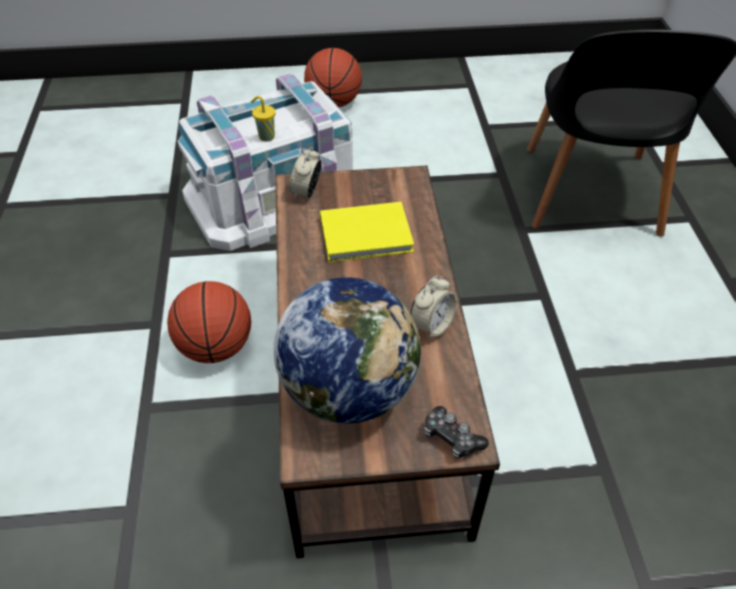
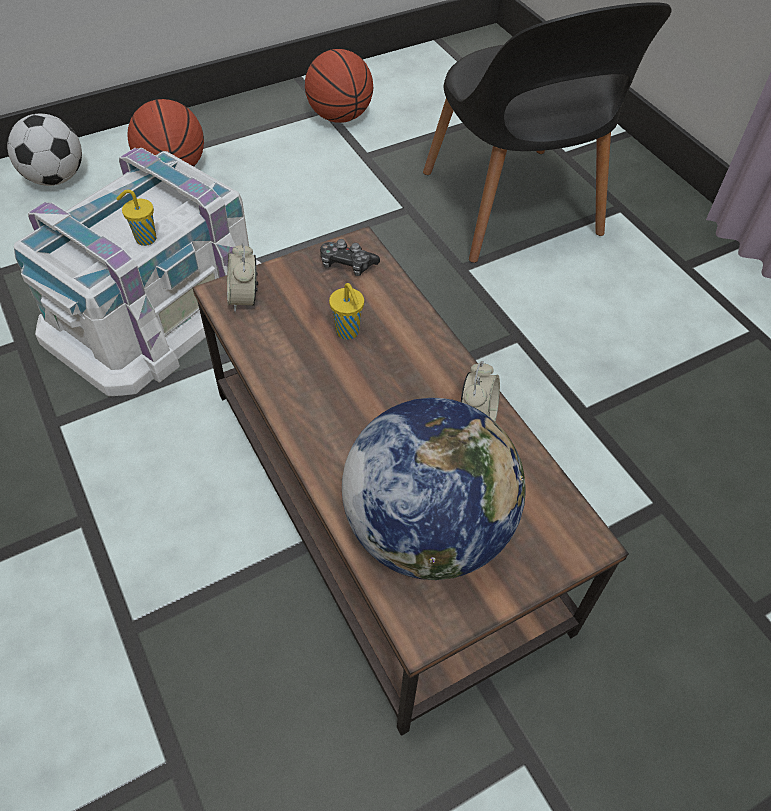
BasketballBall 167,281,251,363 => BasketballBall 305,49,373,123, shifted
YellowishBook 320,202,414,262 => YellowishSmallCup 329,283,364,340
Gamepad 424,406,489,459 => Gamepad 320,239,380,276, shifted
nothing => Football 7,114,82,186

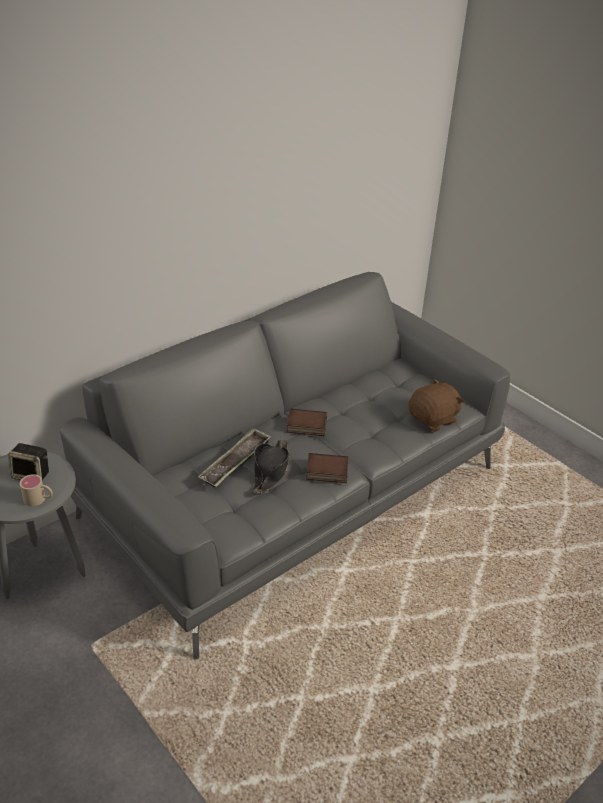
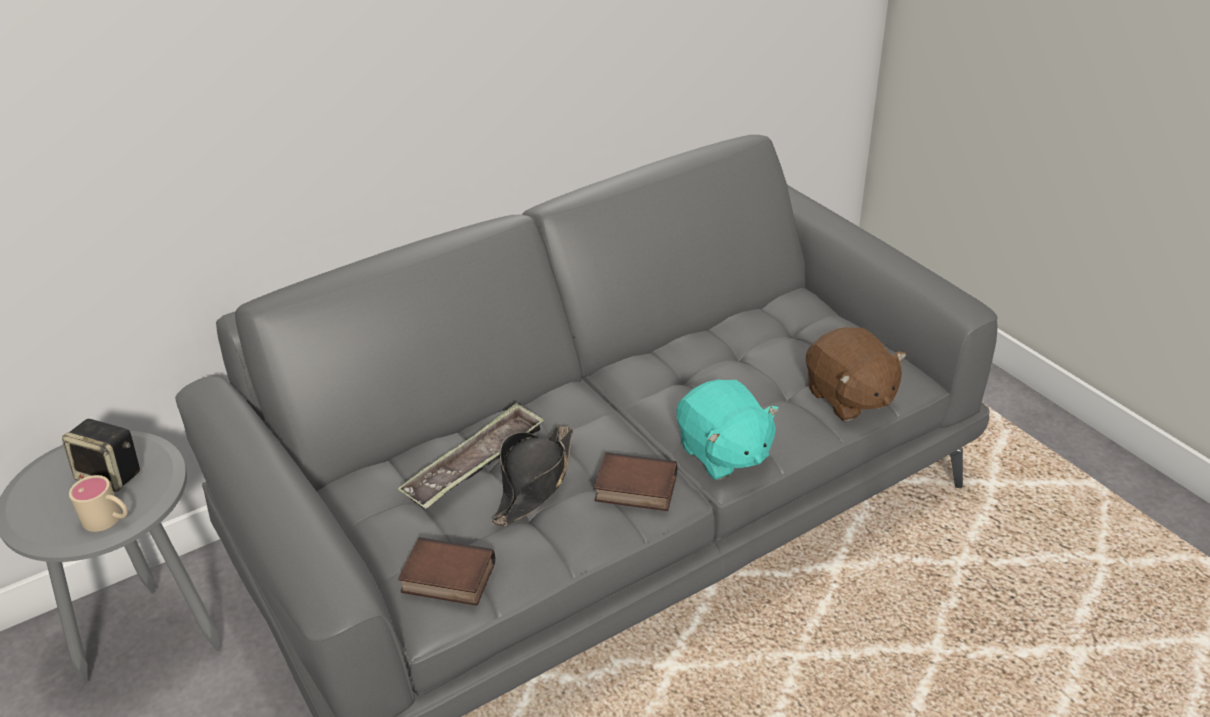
Book 287,409,327,436 => Book 398,537,495,606, shifted
BrownCuddlyToy 408,379,464,432 => BrownCuddlyToy 806,327,907,421, 90 degrees clockwise
nothing => TurquoiseCuddlyToy 676,379,779,480

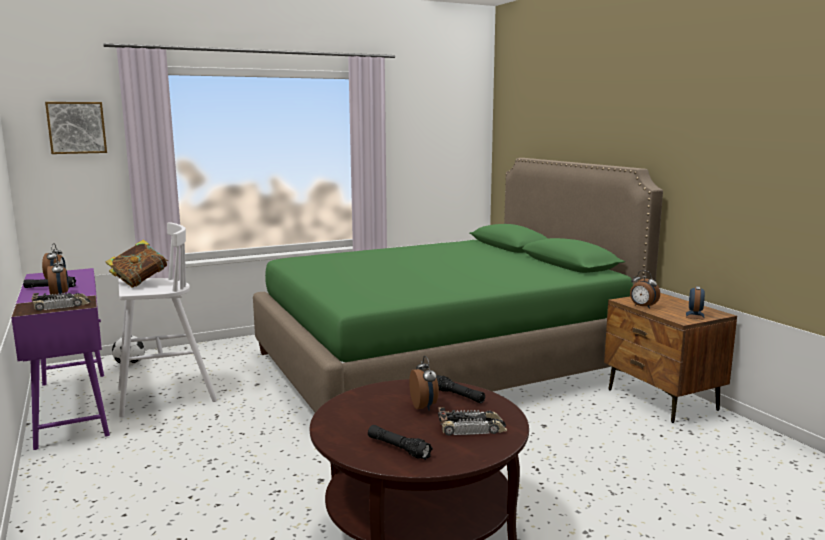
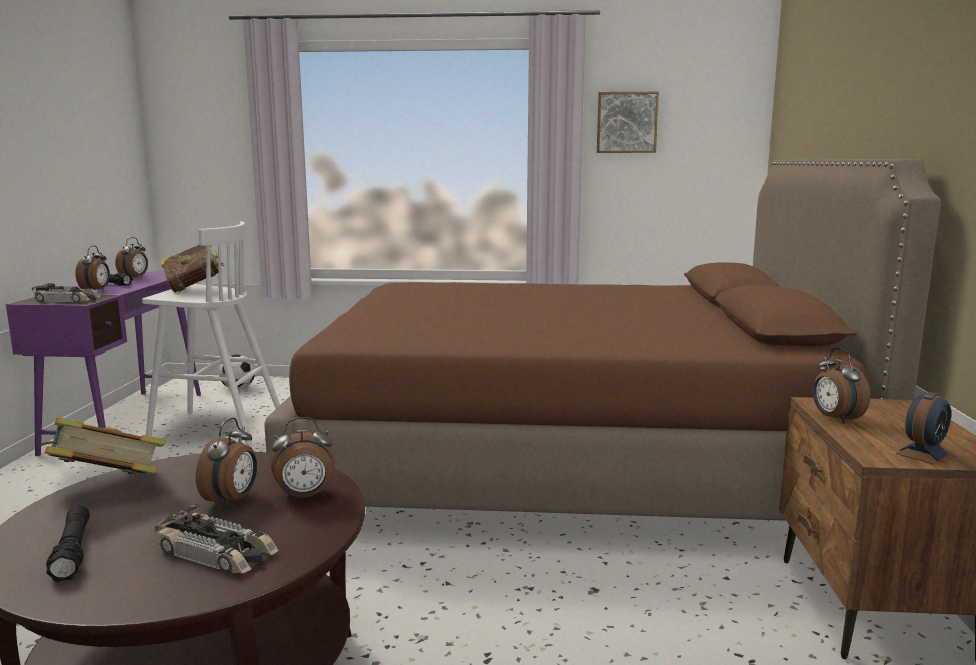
WallPicture 45,102,107,154 => WallPicture 597,92,659,153, shifted
GreenishBedroomBed 253,158,663,412 => BrownBedroomBed 264,159,941,521
BlackFlashlight 437,375,485,403 => AlarmClock 271,417,335,500
nothing => Book 38,417,166,474

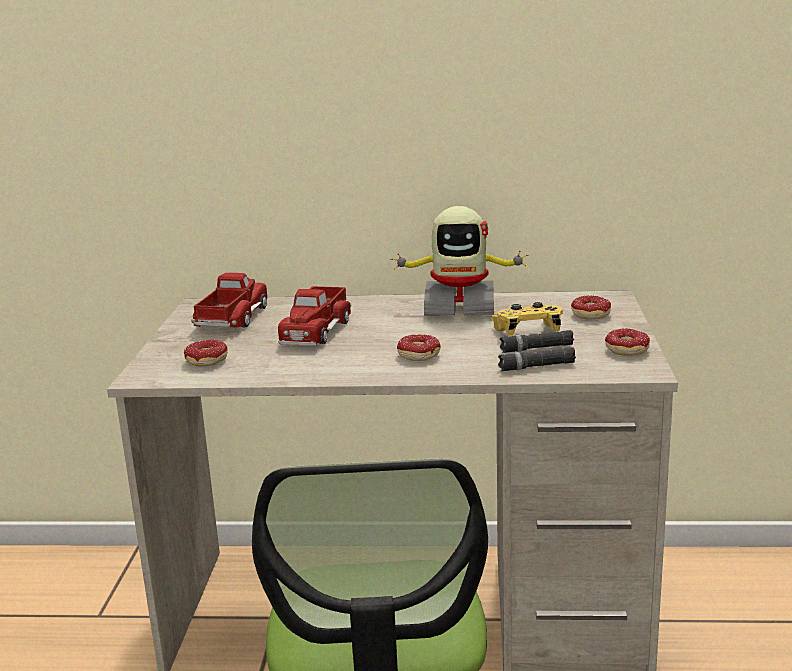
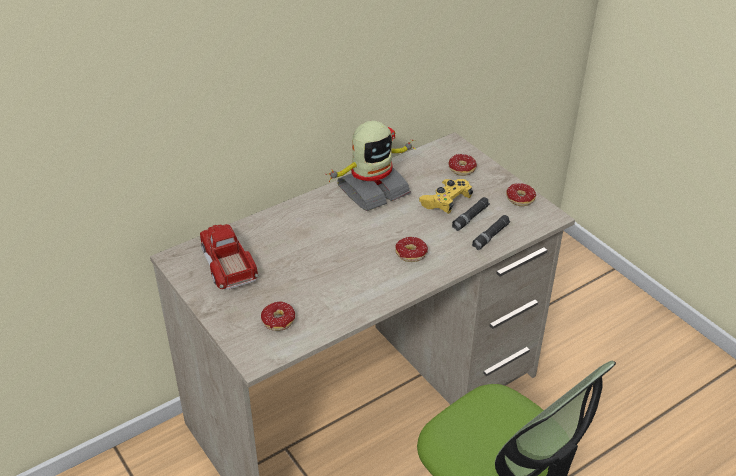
ToyTruck 278,286,352,346 => nothing

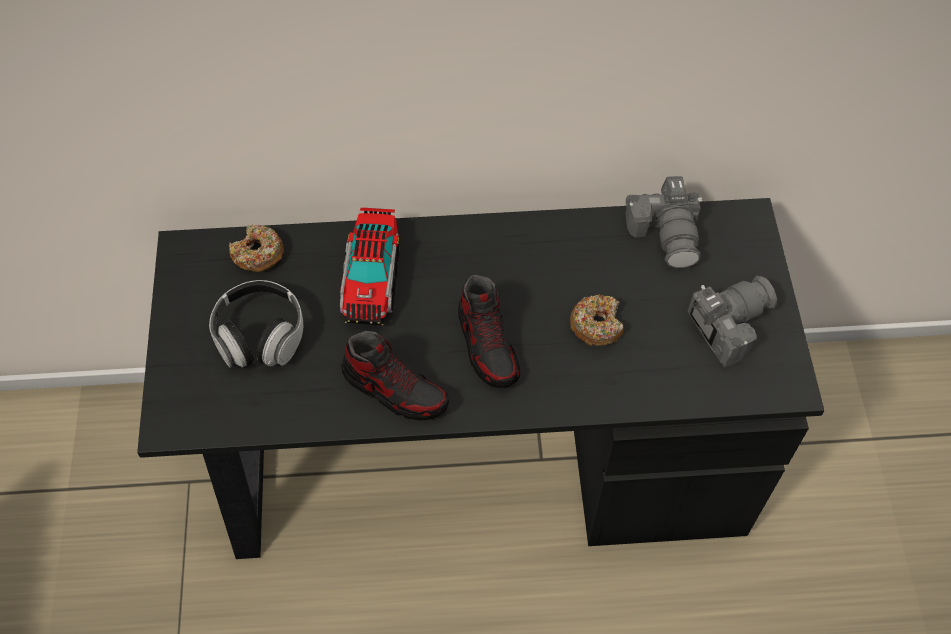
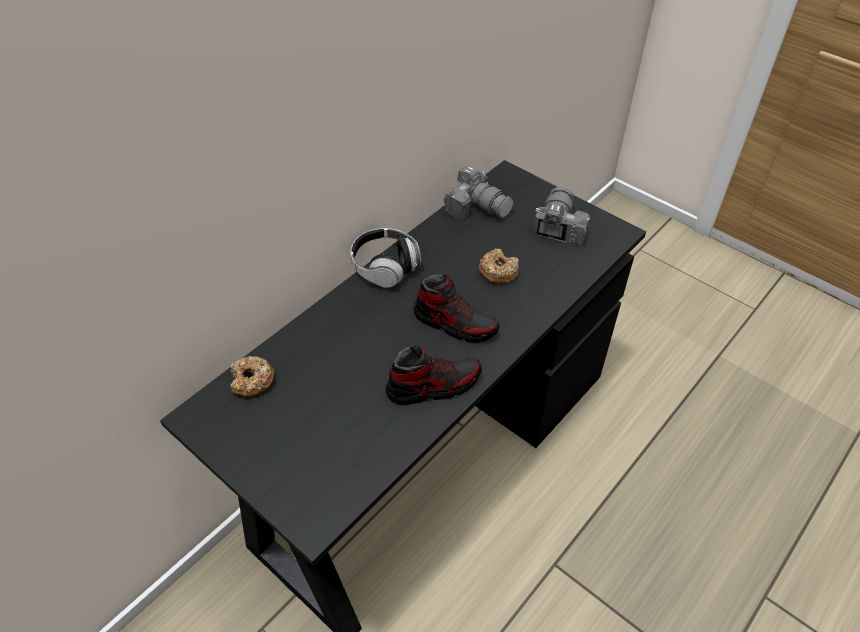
Headset 209,280,303,368 => Headset 351,228,421,288, shifted
ToyTruck 339,207,399,326 => nothing

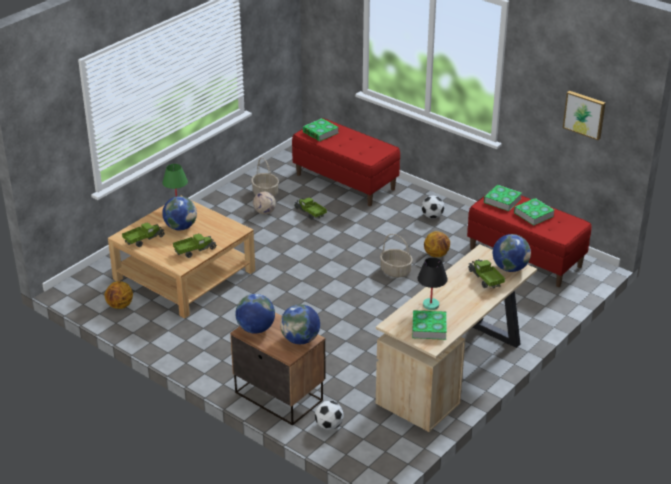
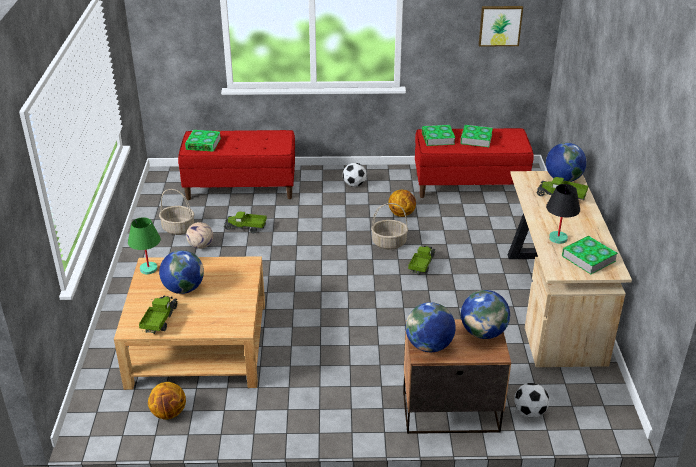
ToyTruck 173,234,216,258 => ToyTruck 408,245,435,274, shifted

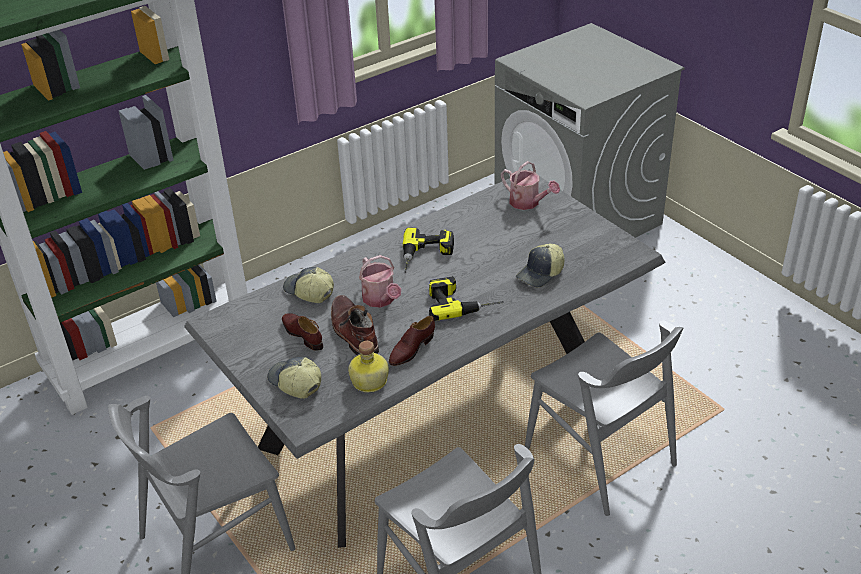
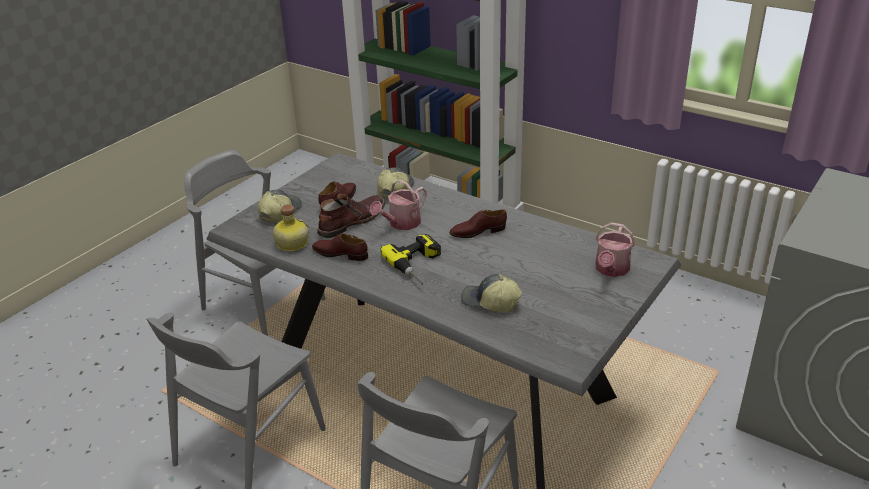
PowerDrill 403,228,454,273 => BrownShoe 449,209,507,238

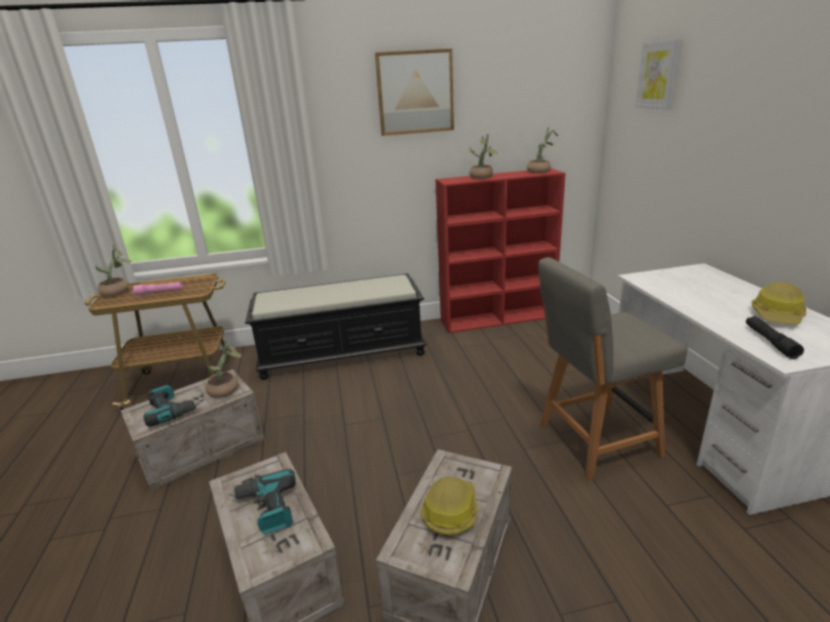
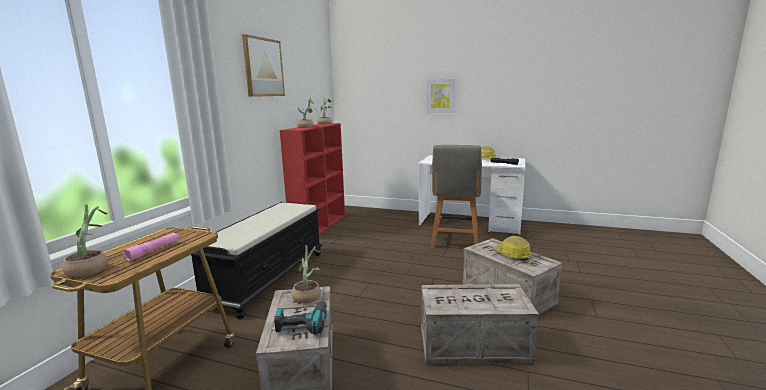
PowerDrill 228,469,296,535 => nothing
WallPicture 635,39,682,110 => WallPicture 426,79,455,113, shifted

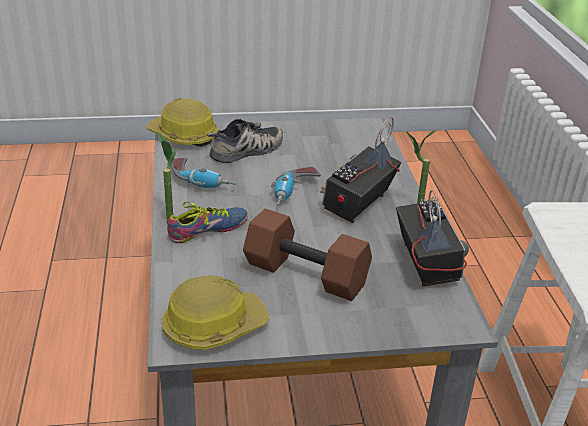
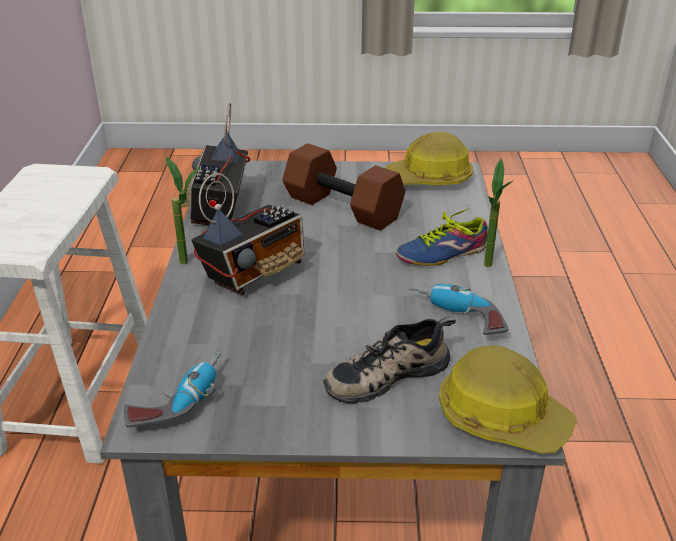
PowerDrill 271,167,321,206 => PowerDrill 124,352,221,427, shifted

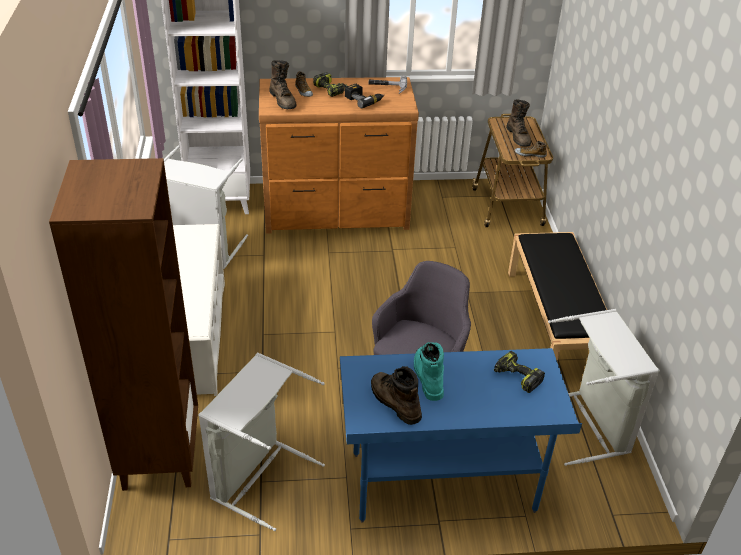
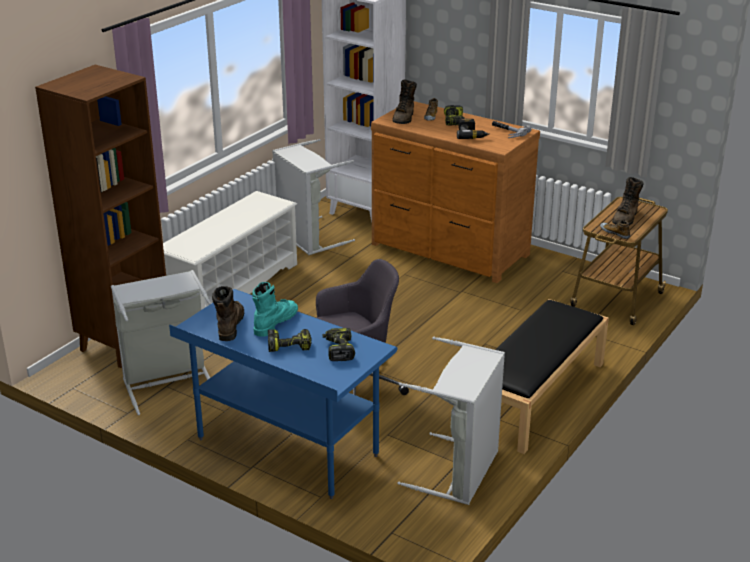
nothing => PowerDrill 268,329,312,352

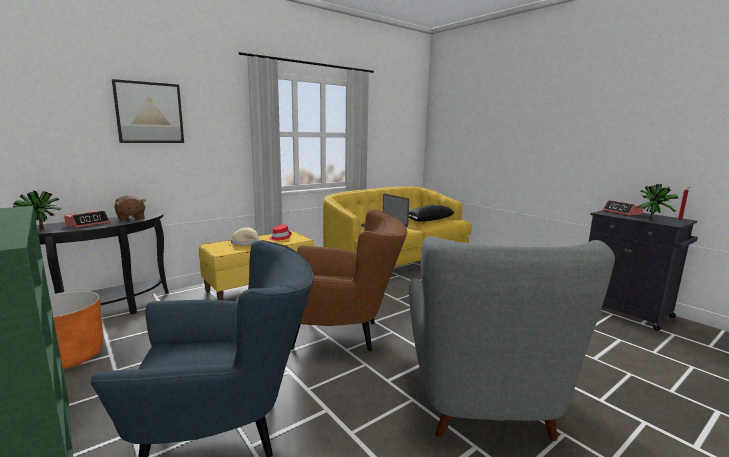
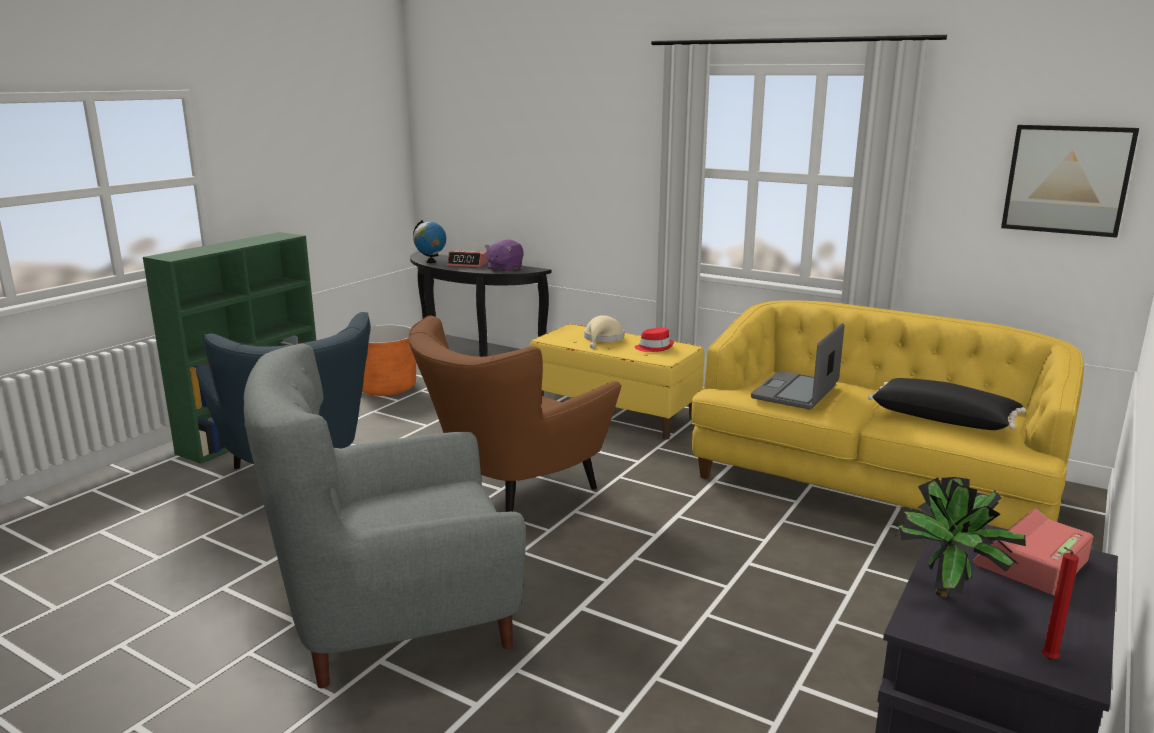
PottedPlant 13,190,62,231 => WorldGlobe 413,220,446,263
WallPicture 112,79,184,143 => WallPicture 1001,125,1139,238, shifted
BrownCuddlyToy 115,195,146,222 => PurpleCuddlyToy 484,240,524,272
BrownLoungeChair 291,210,407,352 => BrownLoungeChair 408,315,622,512, 60 degrees clockwise

